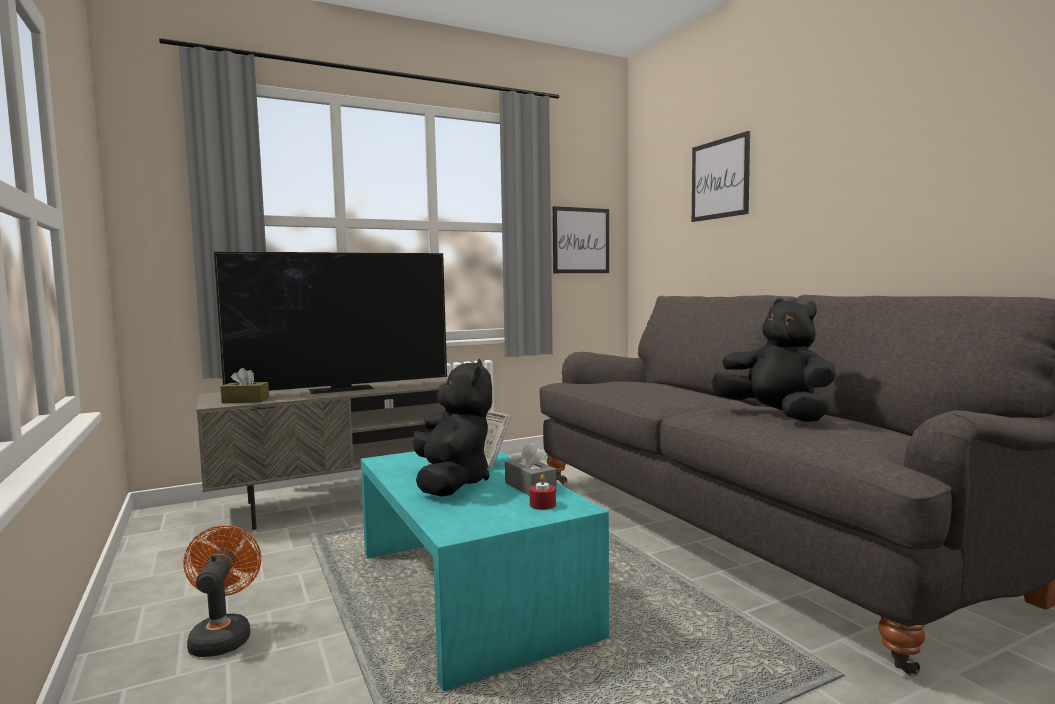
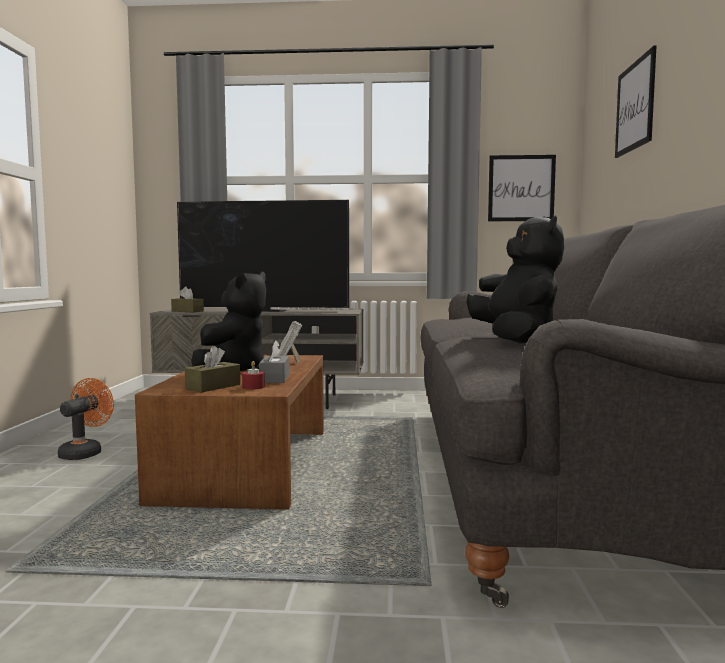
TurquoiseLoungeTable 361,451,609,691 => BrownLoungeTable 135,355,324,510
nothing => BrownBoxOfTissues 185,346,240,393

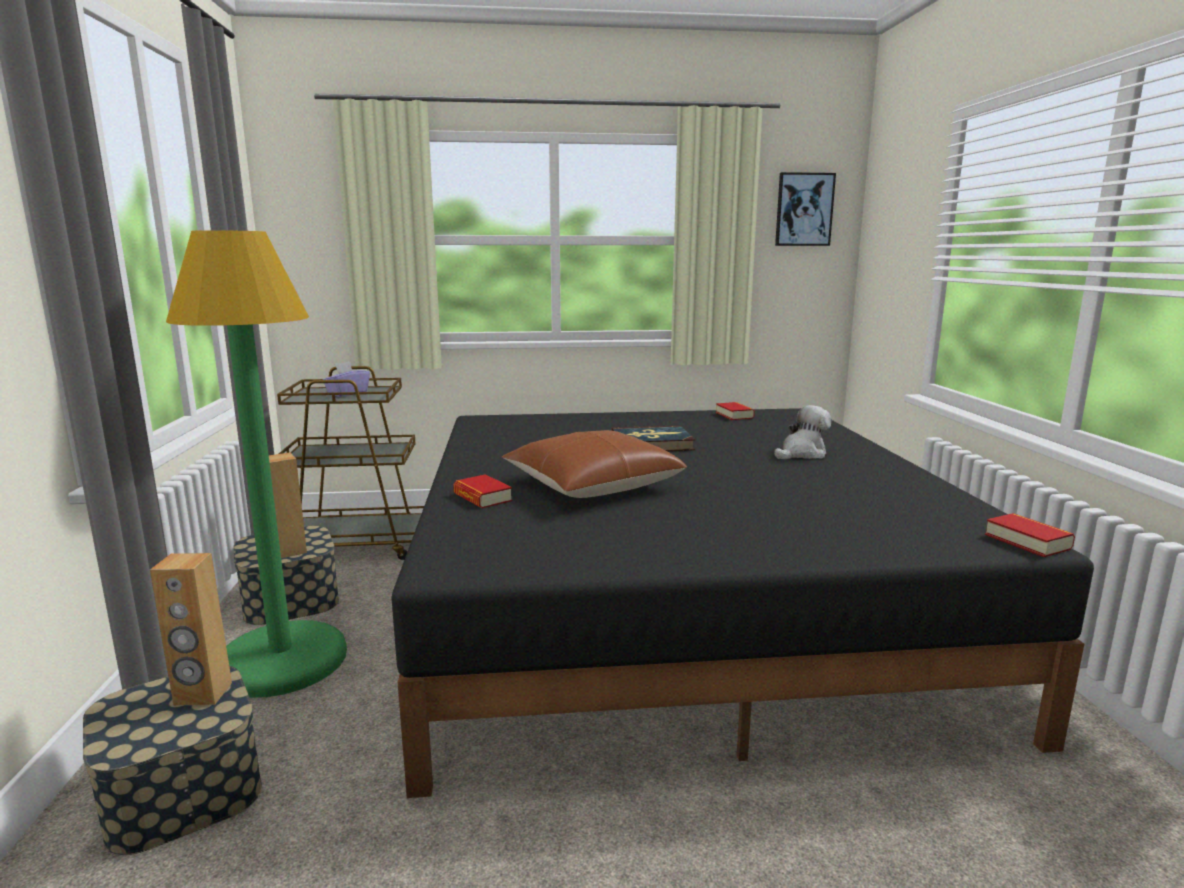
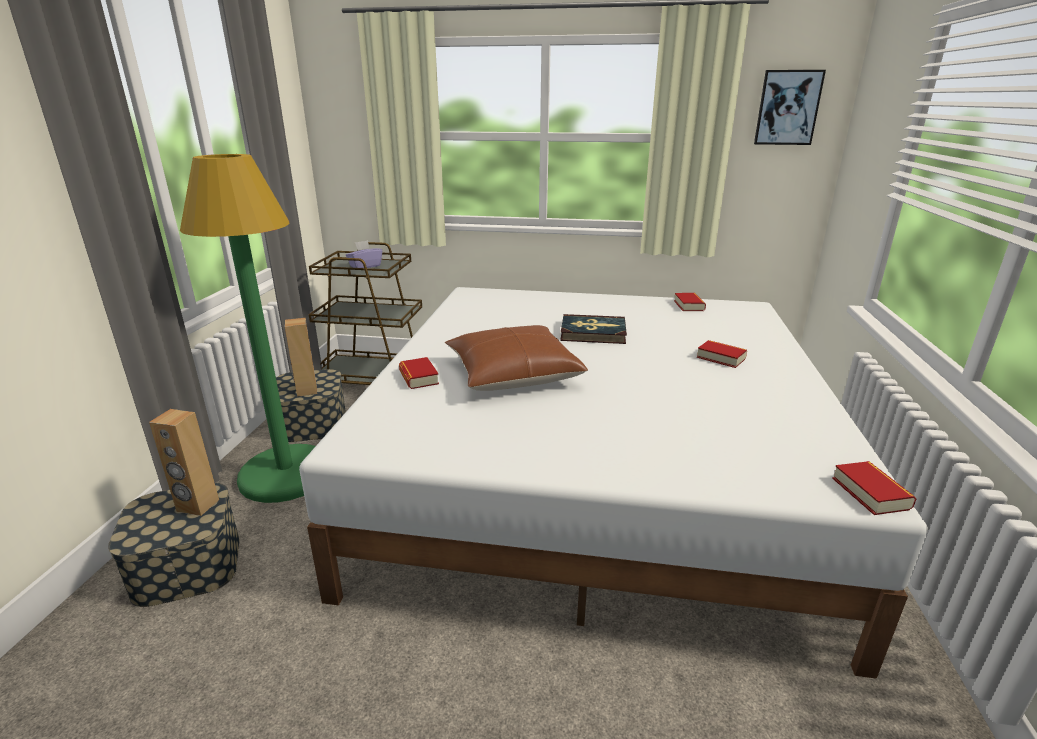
BlackBedroomBed 391,408,1094,798 => WhiteBedroomBed 299,287,928,679
CuddlyToy 774,405,831,459 => Book 697,340,747,368

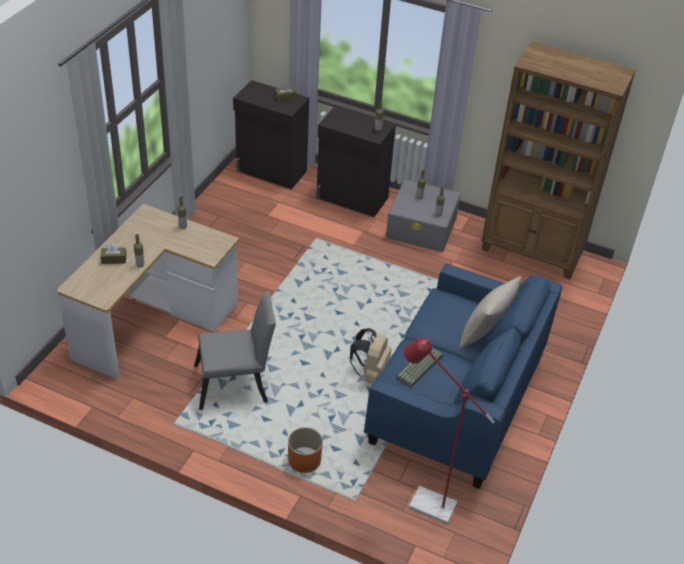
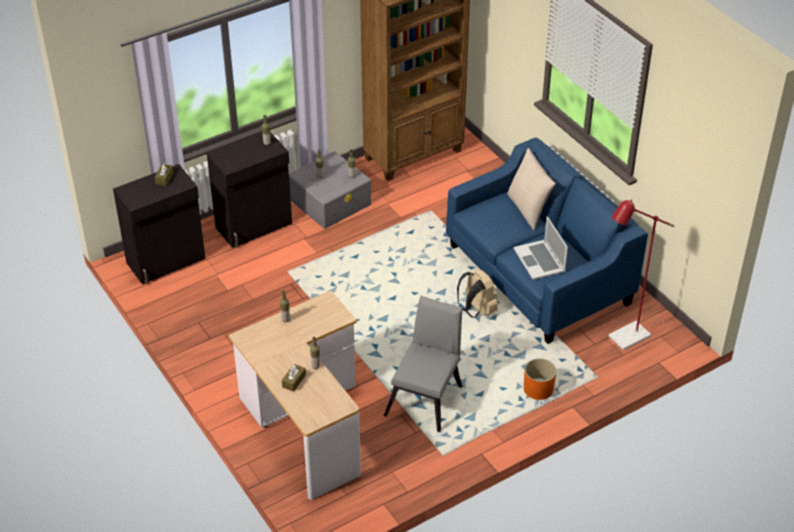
PcKeyboard 395,348,443,388 => NotebookComputer 514,216,568,280

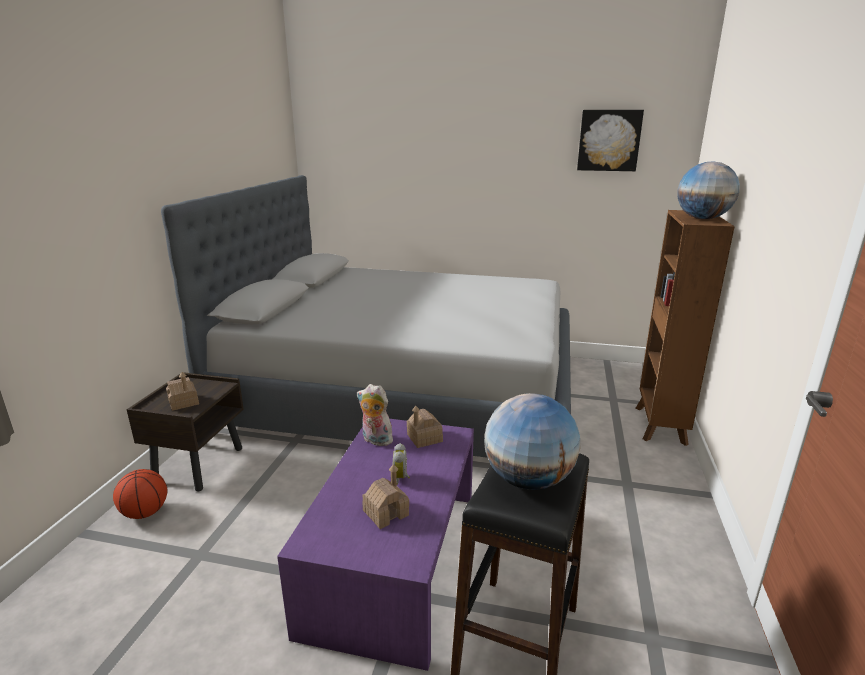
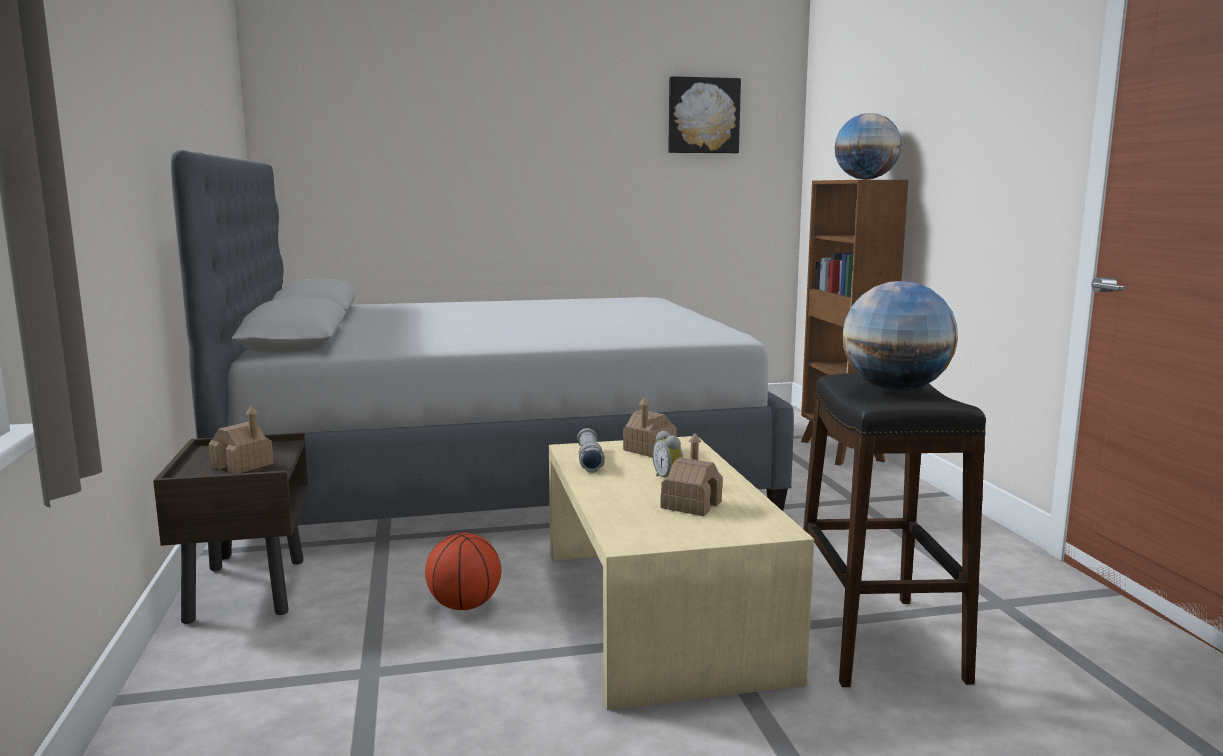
BasketballBall 113,469,167,519 => BasketballBall 425,533,501,610, shifted
PurpleLoungeTable 277,419,474,671 => SandColouredLoungeTable 549,436,814,710
CuddlyToy 357,384,393,446 => GreyFlashlight 577,428,605,473

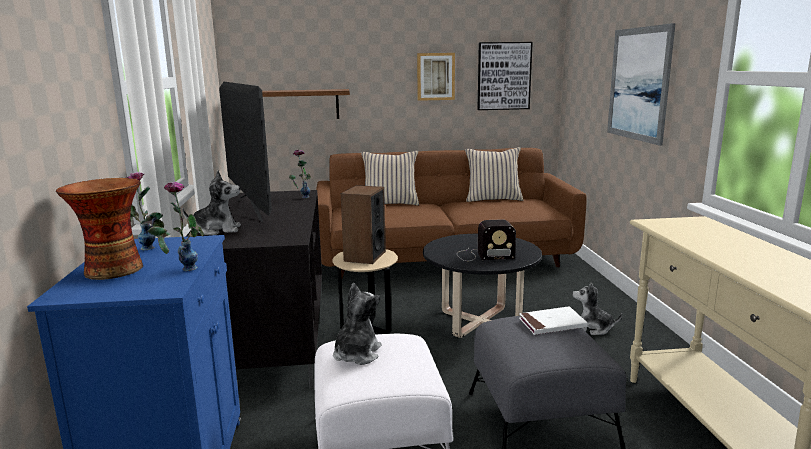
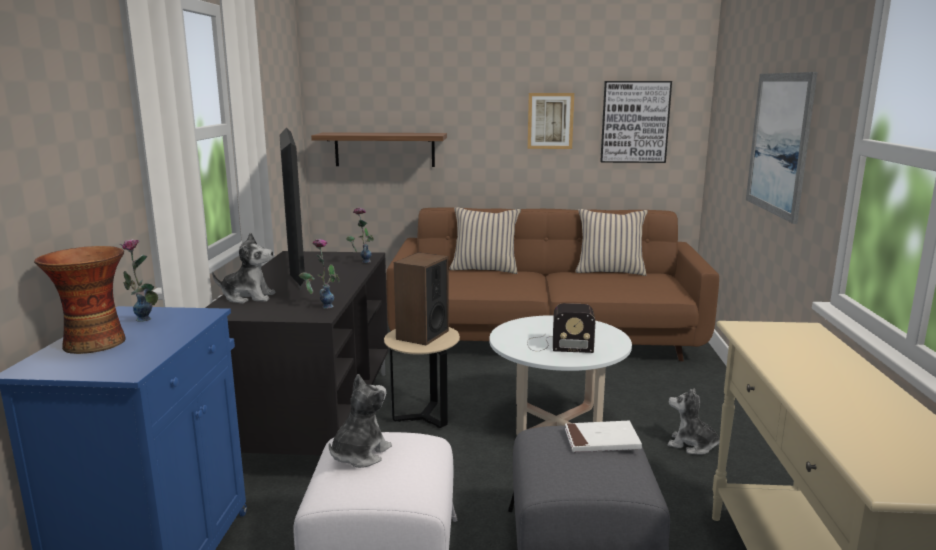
DecorativeVase 148,182,204,271 => DecorativeVase 299,239,340,309, shifted
BlackLoungeTable 423,234,542,338 => WhiteLoungeTable 489,315,632,435

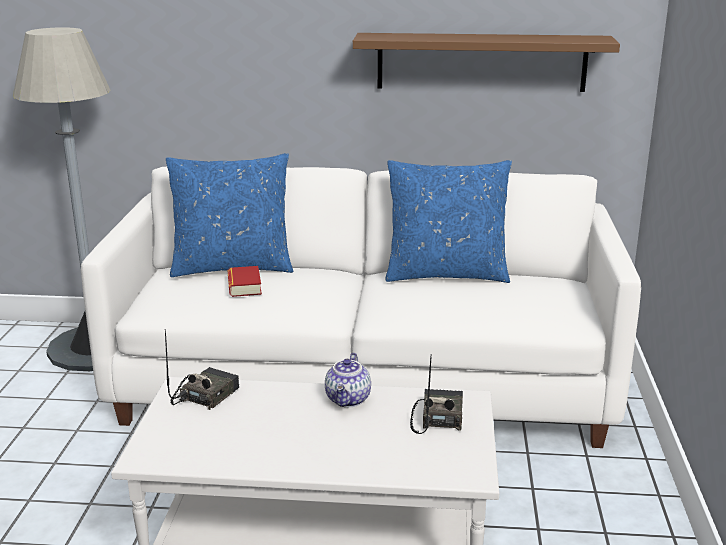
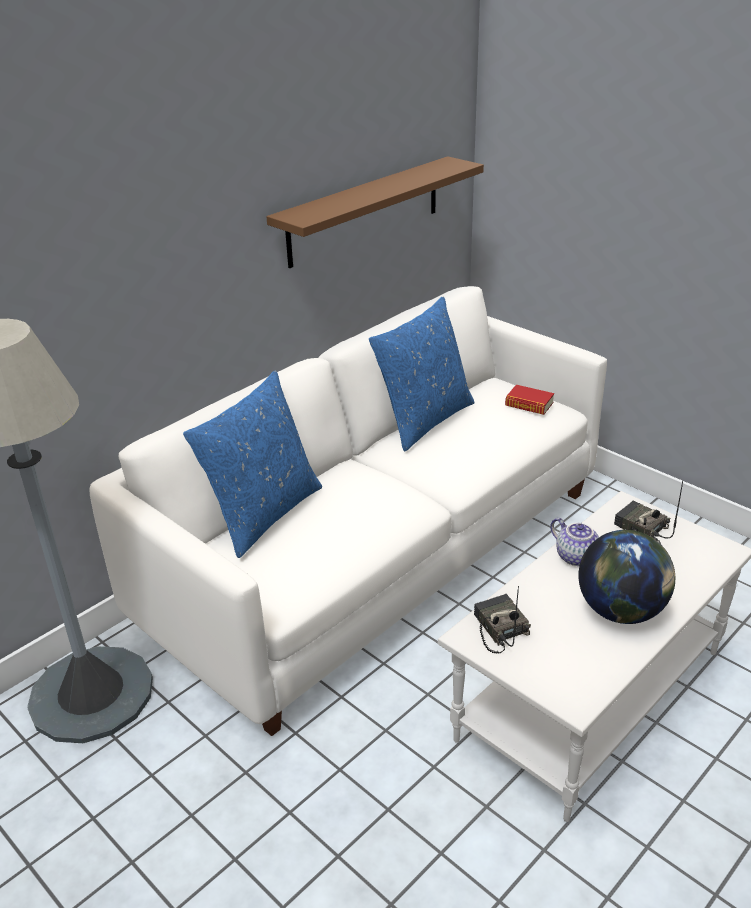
Book 228,266,262,297 => Book 505,385,554,415, shifted
nothing => WorldGlobe 578,530,675,624

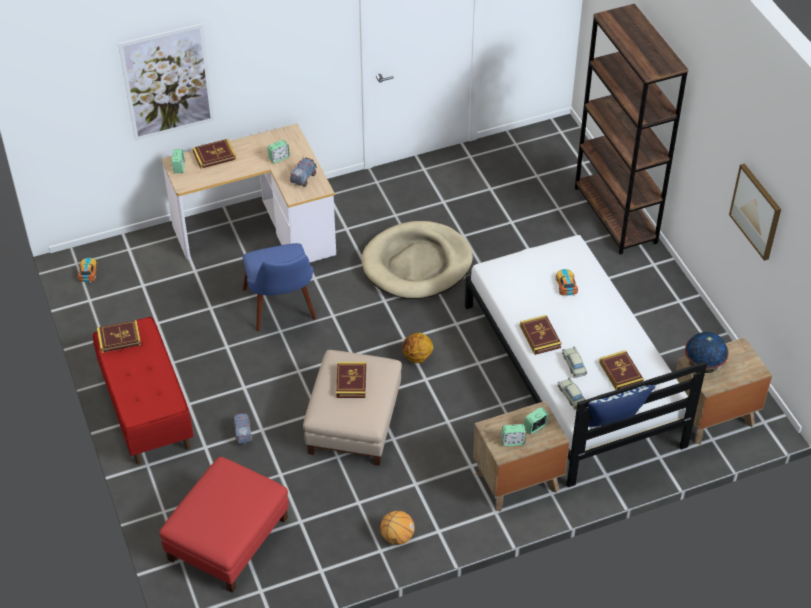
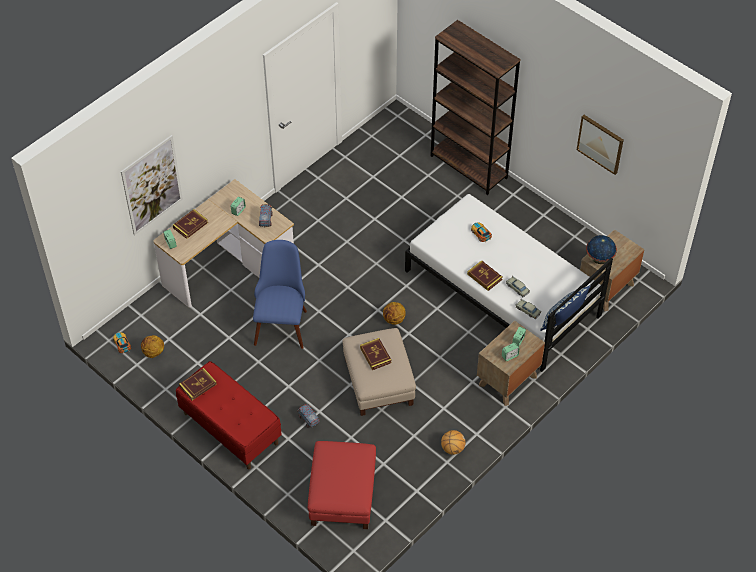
BluishChair 243,243,316,332 => BluishChair 253,240,307,349, 135 degrees counterclockwise
SandColouredPetBed 362,221,473,299 => nothing
Book 599,350,644,390 => nothing
nothing => BasketballBall 141,335,164,358

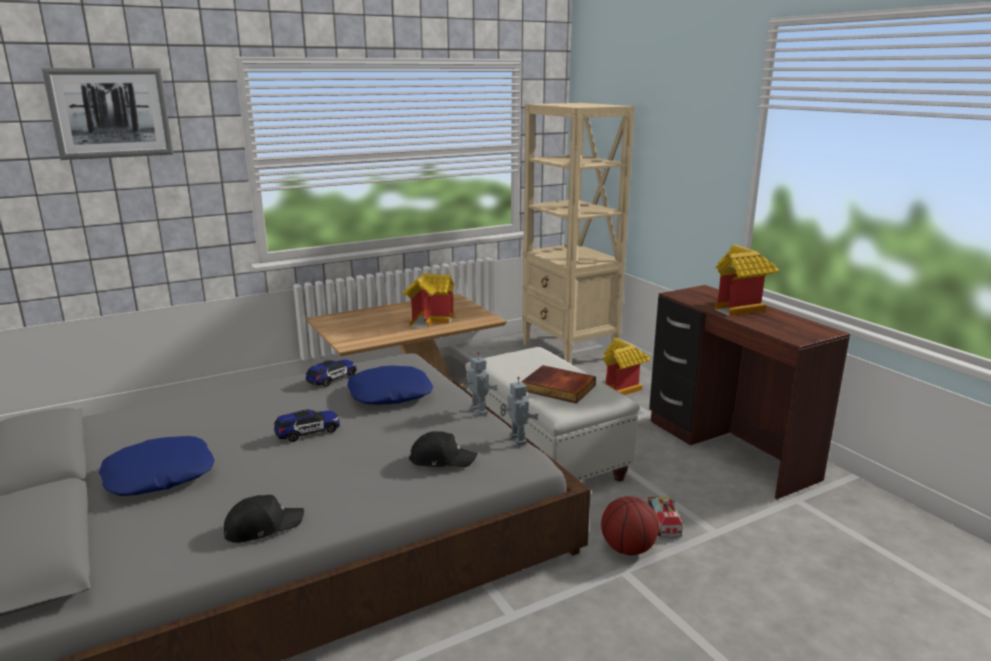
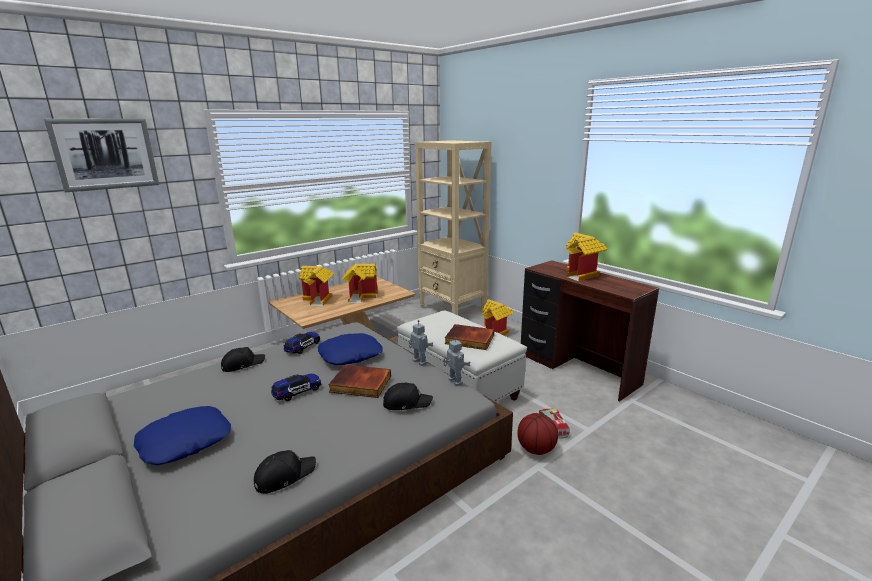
nothing => BlackBaseballCap 221,347,265,372
nothing => ToyHouse 299,266,334,306
nothing => Book 328,365,391,398

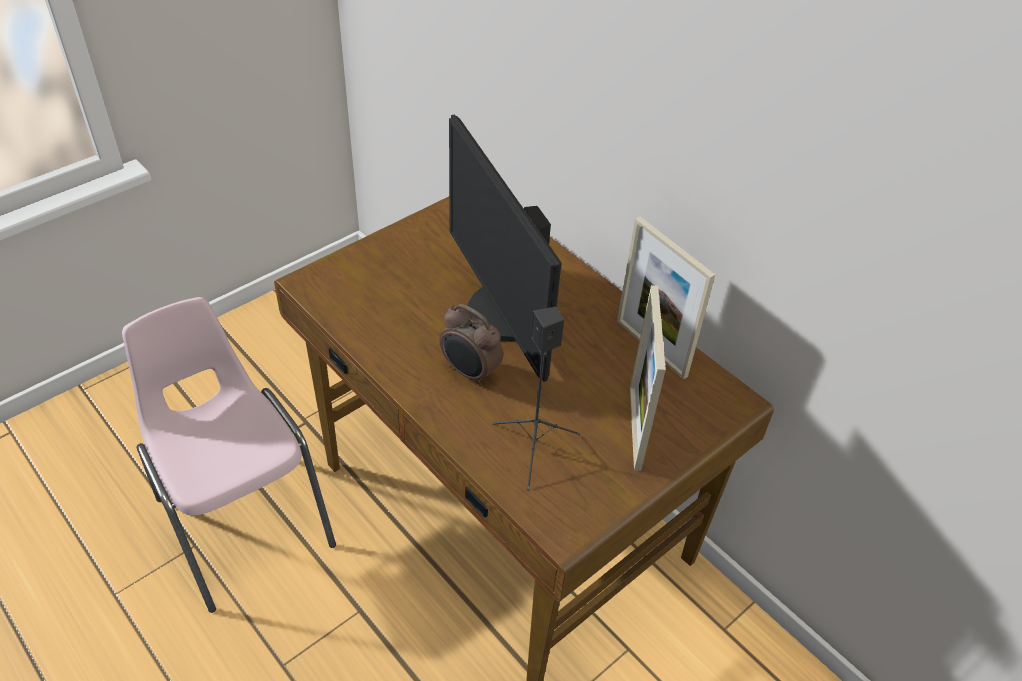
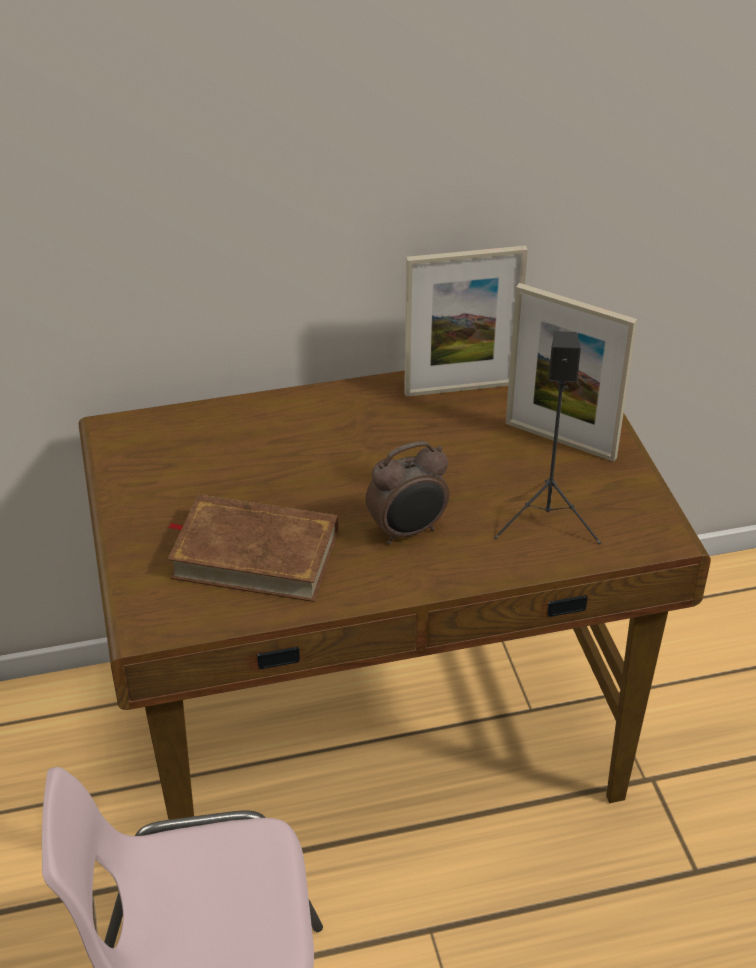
ComputerDisplay 449,115,561,382 => nothing
nothing => BrownBook 167,494,339,602

